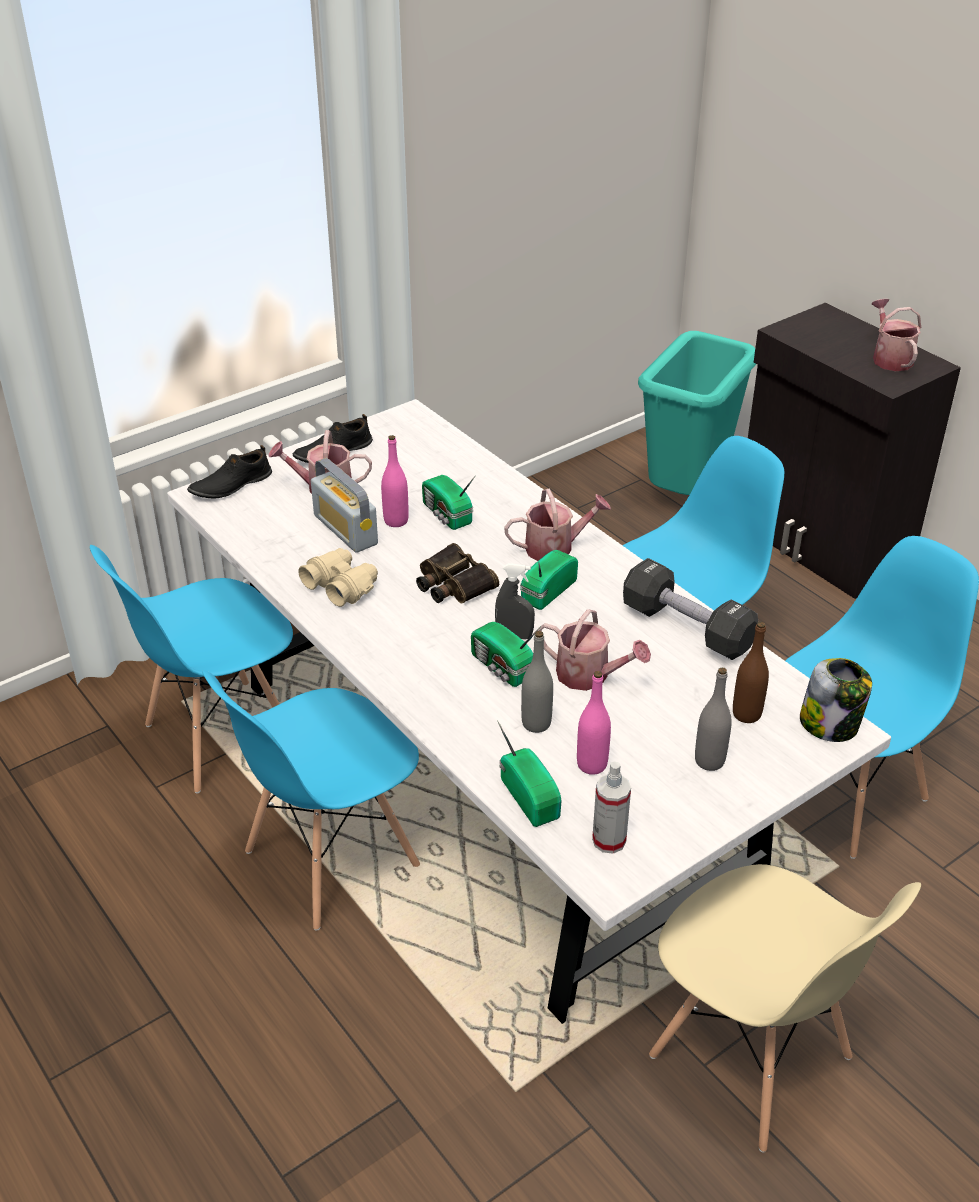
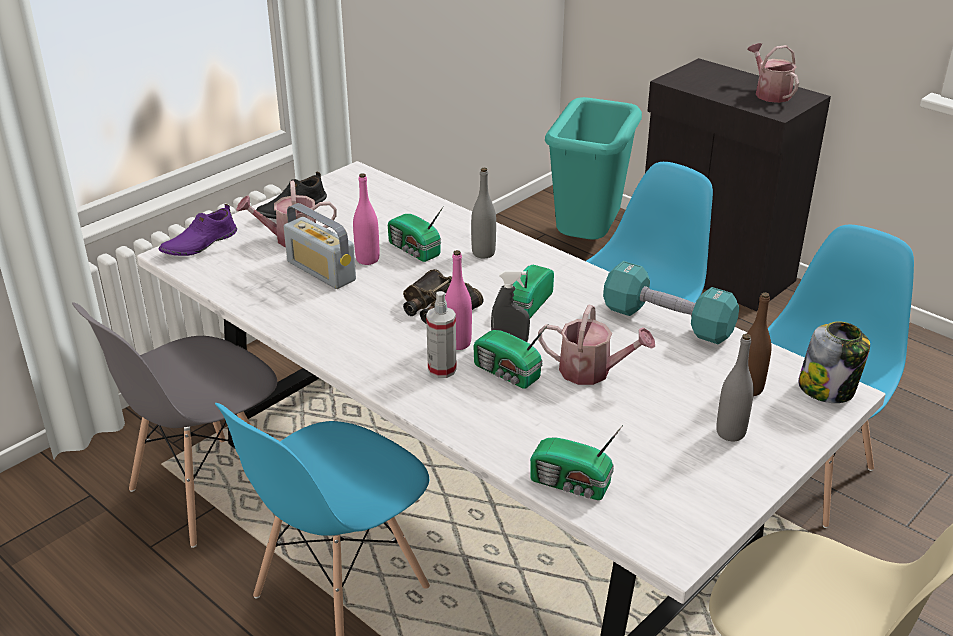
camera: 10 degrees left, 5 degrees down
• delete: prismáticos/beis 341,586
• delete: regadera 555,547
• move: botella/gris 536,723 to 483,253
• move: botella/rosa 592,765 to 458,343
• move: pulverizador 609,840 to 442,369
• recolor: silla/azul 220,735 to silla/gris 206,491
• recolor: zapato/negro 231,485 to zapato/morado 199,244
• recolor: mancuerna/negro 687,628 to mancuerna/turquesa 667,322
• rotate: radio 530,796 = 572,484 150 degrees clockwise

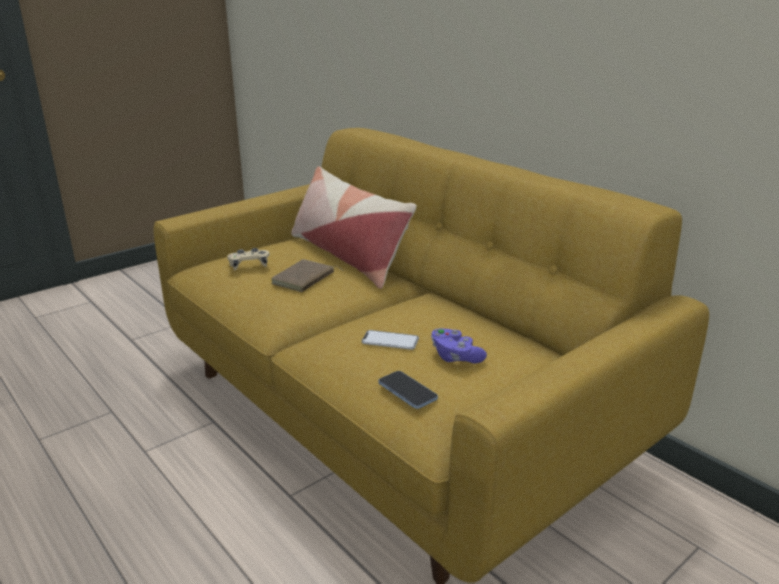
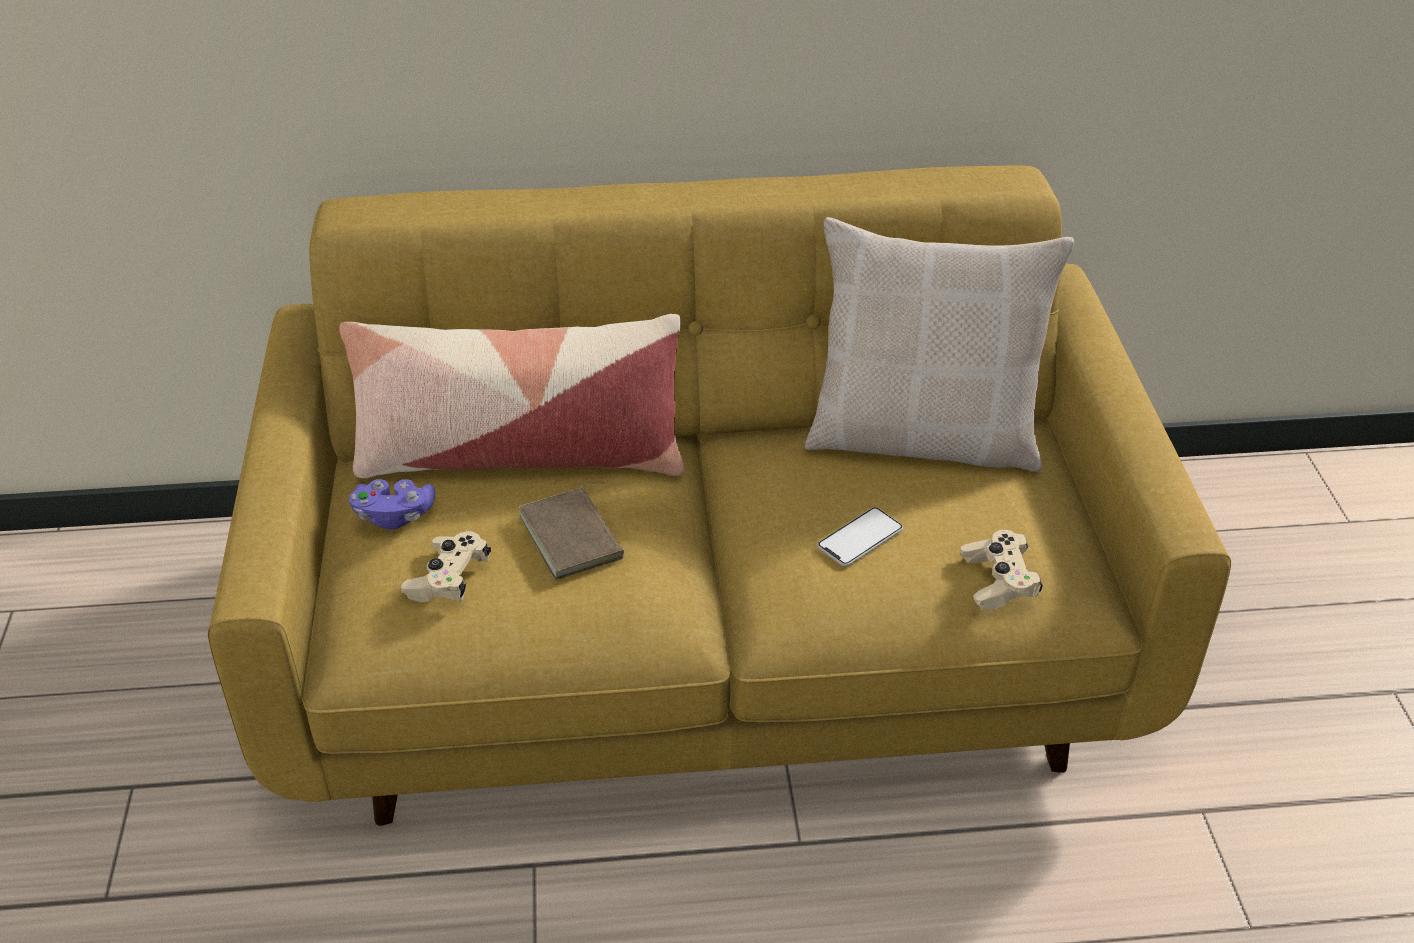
camera: 55 degrees left, 15 degrees up
• insert: cojín/beis 924,437
• move: mando de consola/morado 455,357 to 394,516
• replace: móvil 407,391 to mando de consola/beis 998,582

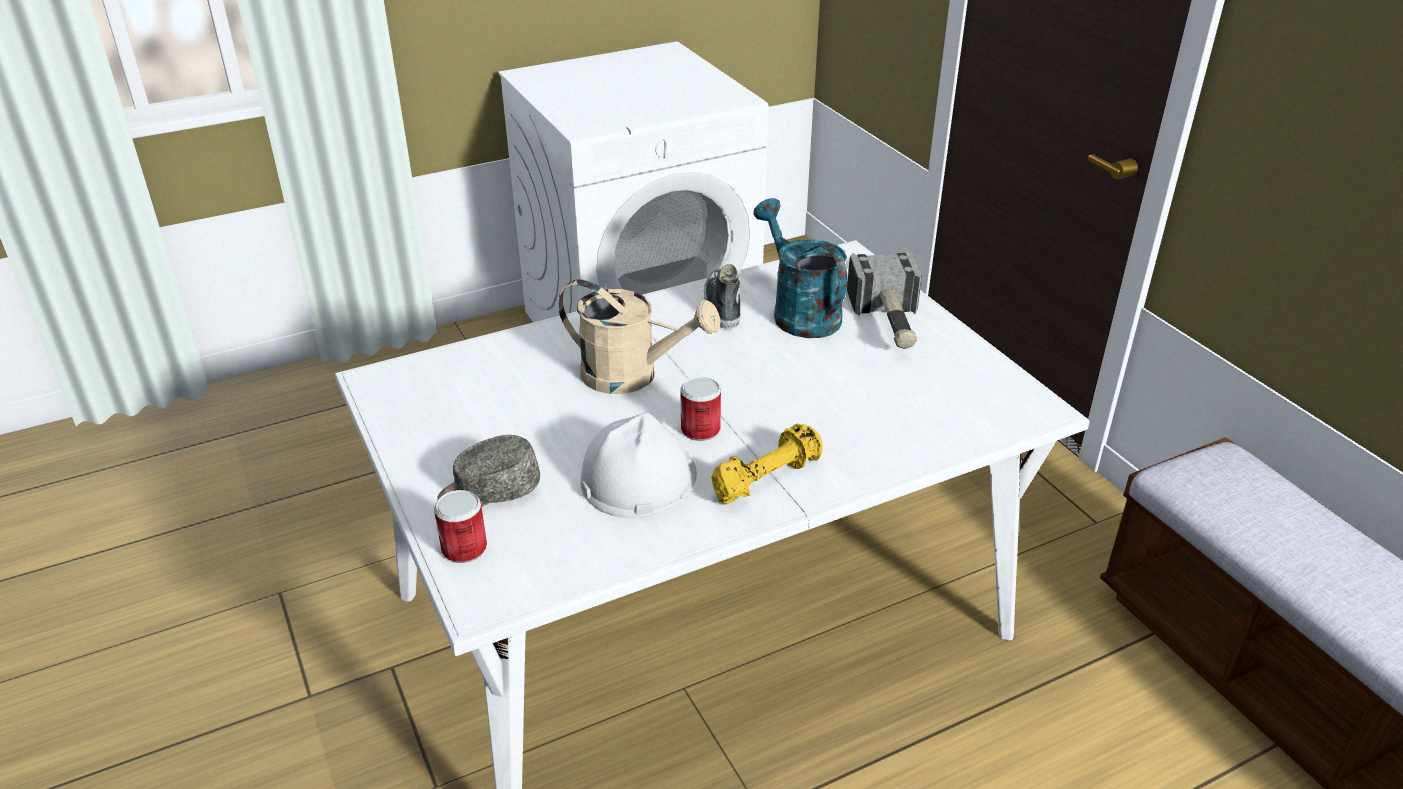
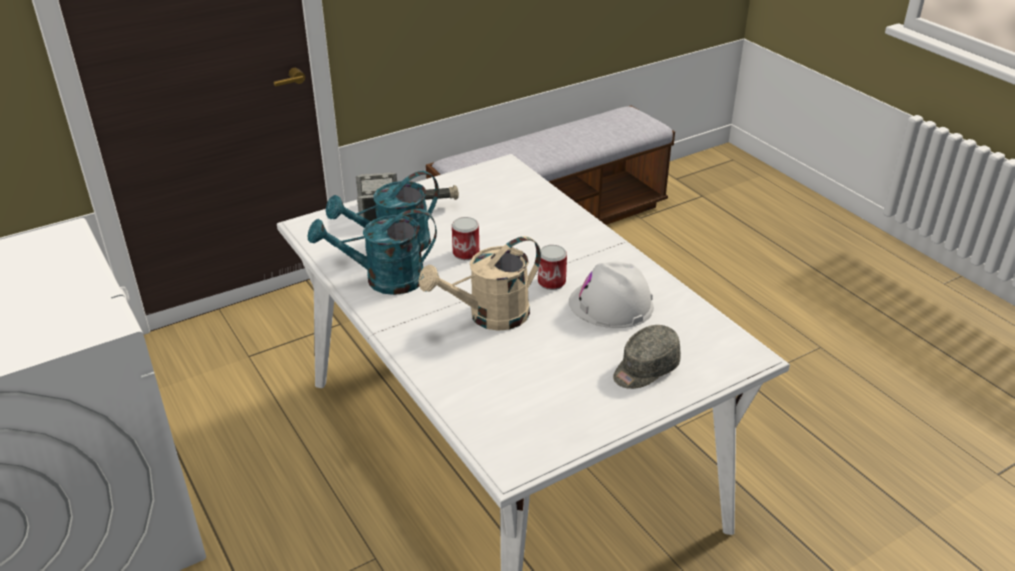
camera: 95 degrees left, 0 degrees up
• delete: mancuerna/amarillo 765,478
• move: lata 464,548 to 466,253
• replace: zapato 722,306 to regadera/turquesa 384,280
• rotate: gorra/gris 489,490 = 645,369 75 degrees clockwise
• rotate: regadera/beis 632,376 = 489,317 135 degrees counterclockwise

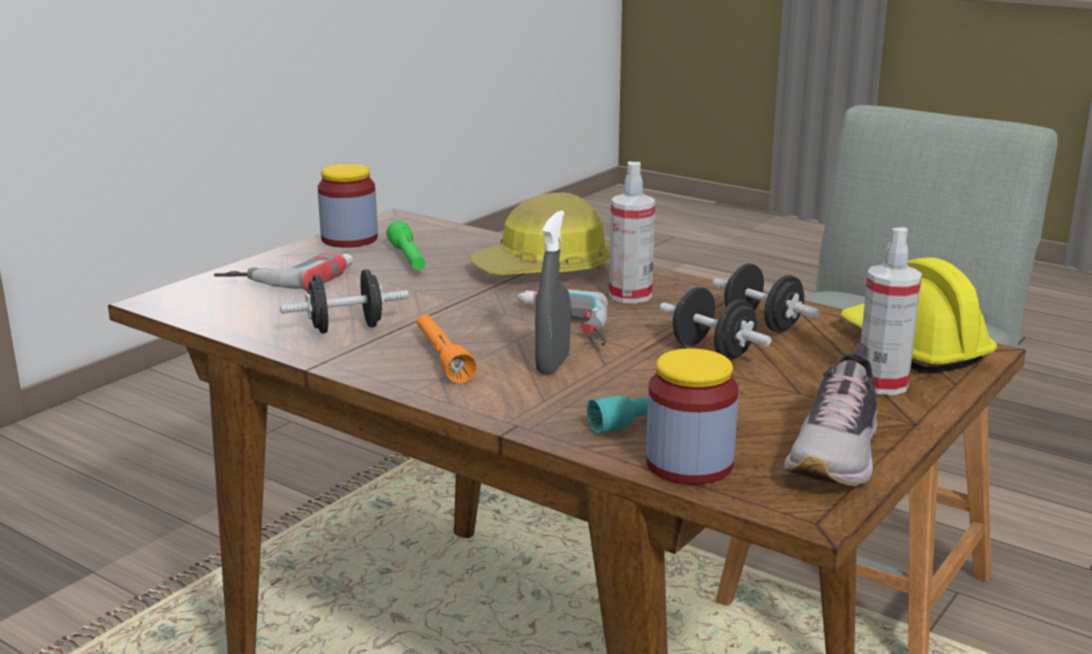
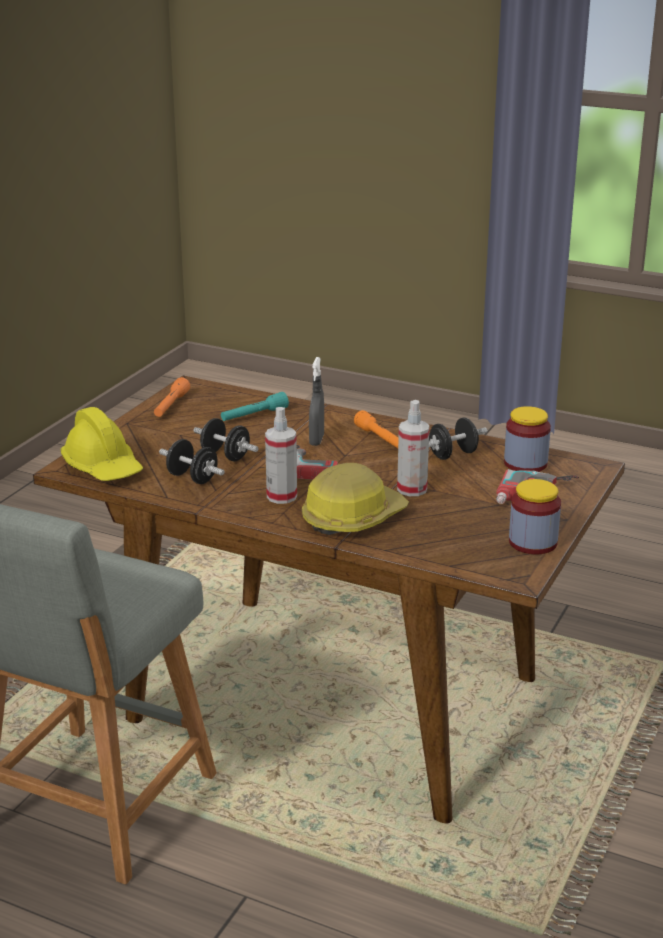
camera: 170 degrees right, 5 degrees up
• delete: linterna/verde 408,259
• move: tarro 689,464 to 525,463
• move: pulverizador 882,384 to 412,489
• replace: zapato 837,455 to linterna/naranja 171,406

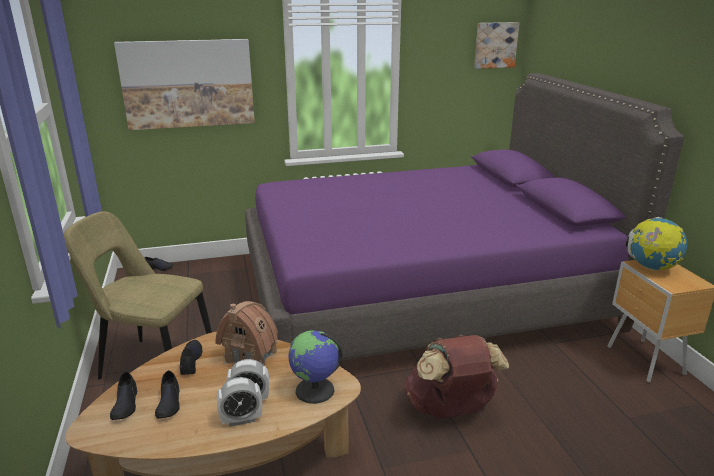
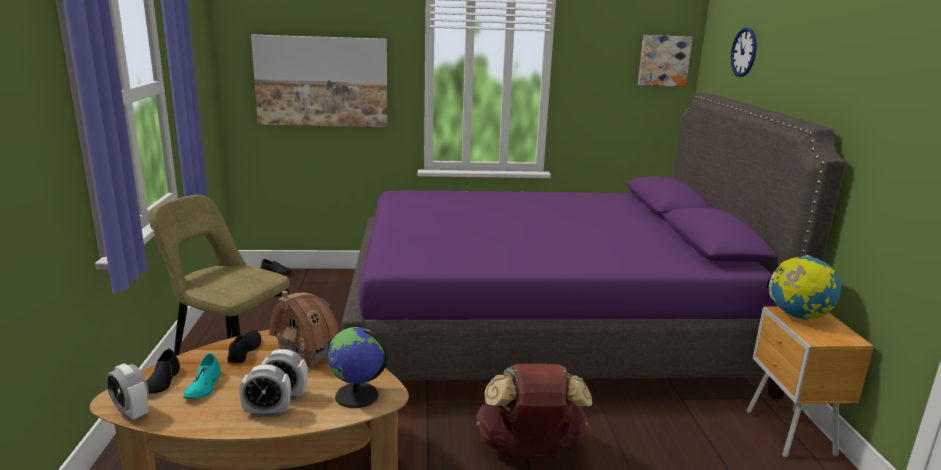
camera: 10 degrees right, 5 degrees down
• insert: despertador 131,412
• insert: reloj de pared 744,52
• recolor: zapato/negro 169,403 to zapato/turquesa 203,386

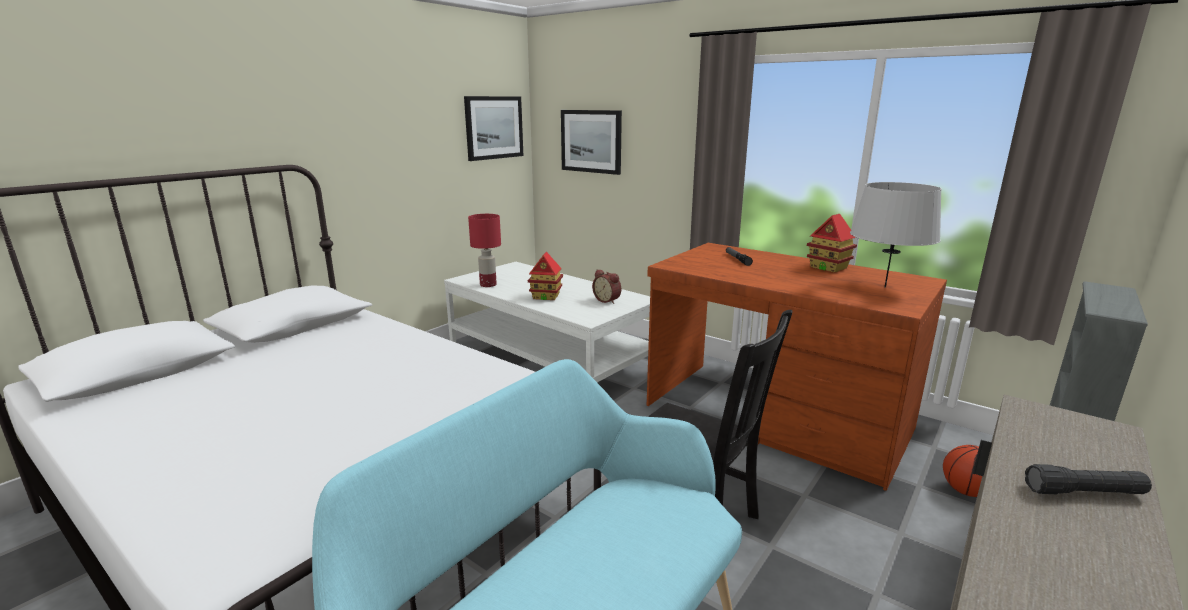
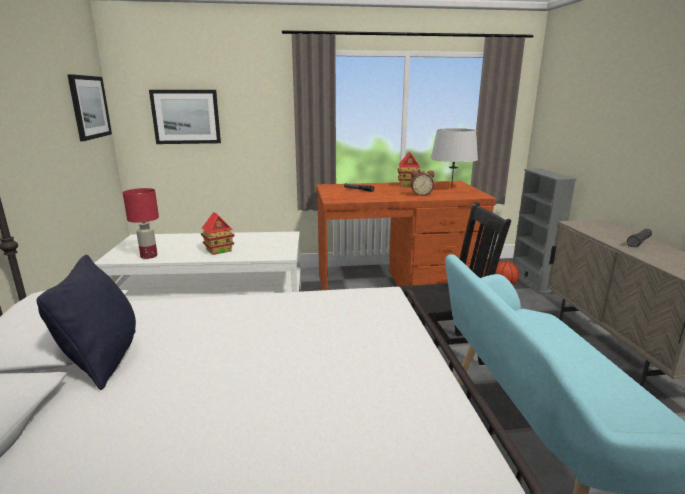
camera: 45 degrees left, 0 degrees up
• insert: cojín/negro 104,359
• move: despertador 607,300 to 421,194

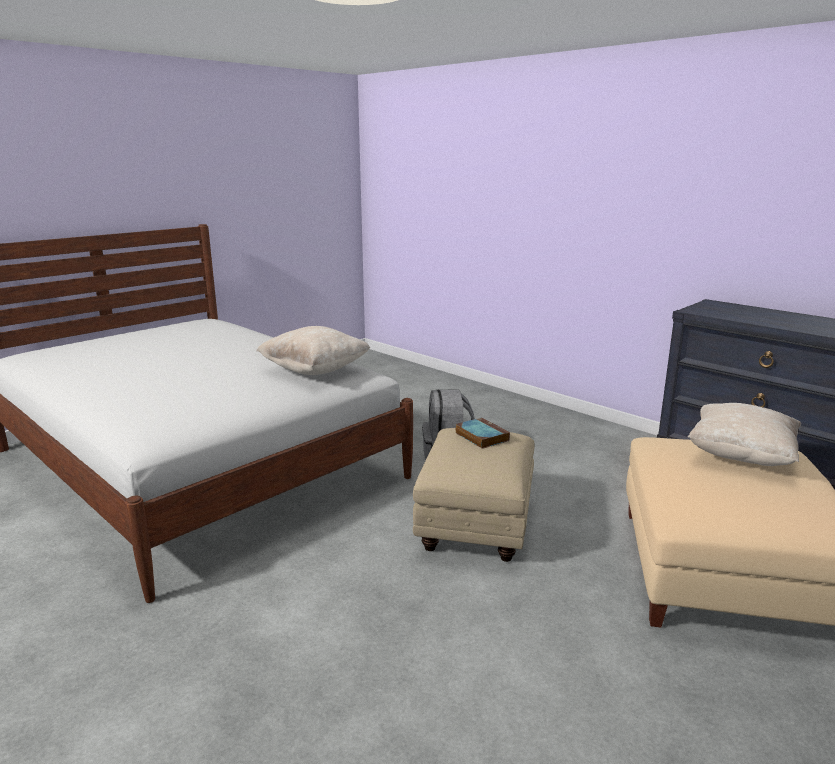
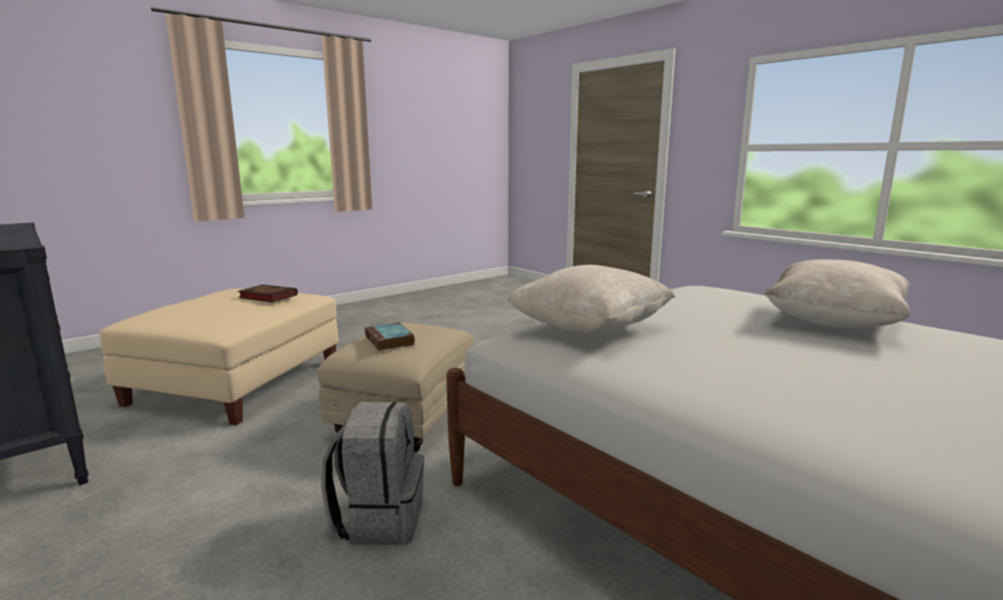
camera: 175 degrees left, 5 degrees down
• insert: libro 266,297
• move: cojín/beis 740,457 to 833,323

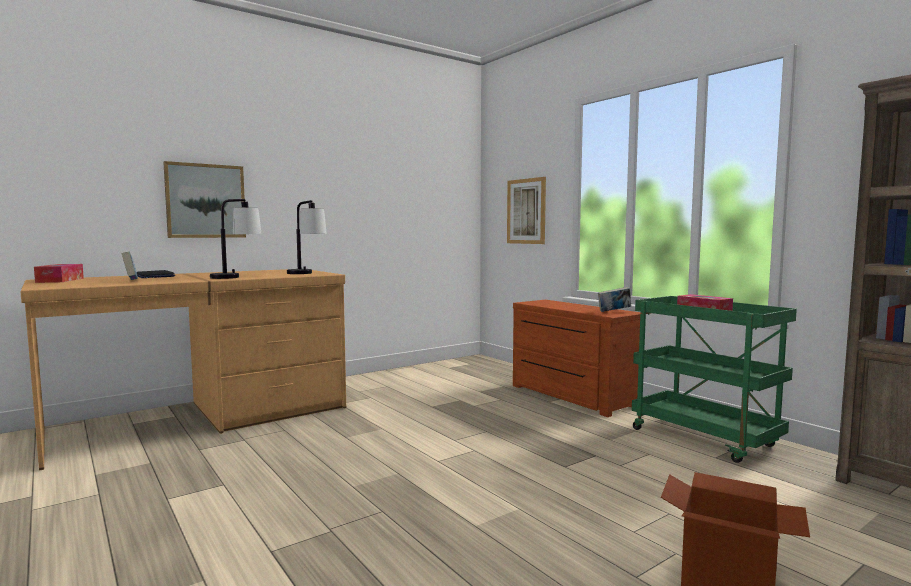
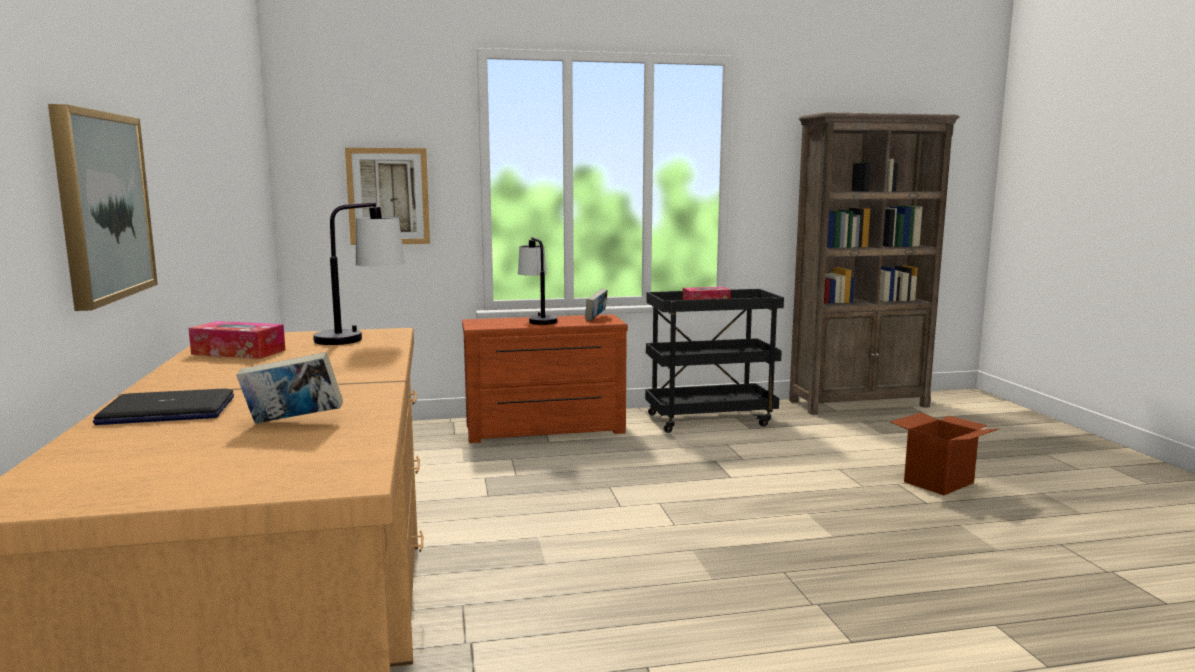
camera: 65 degrees left, 5 degrees up
• move: caja de pañuelos 60,280 to 238,352
• move: lámpara de mesa 236,277 to 537,320
• recolor: carrito/verde 706,438 to carrito/negro 710,419

